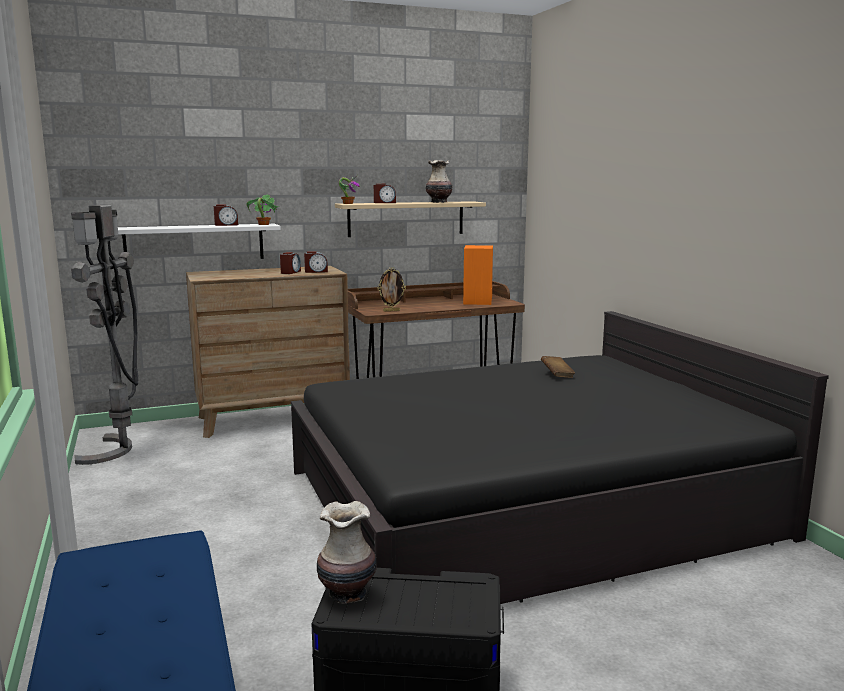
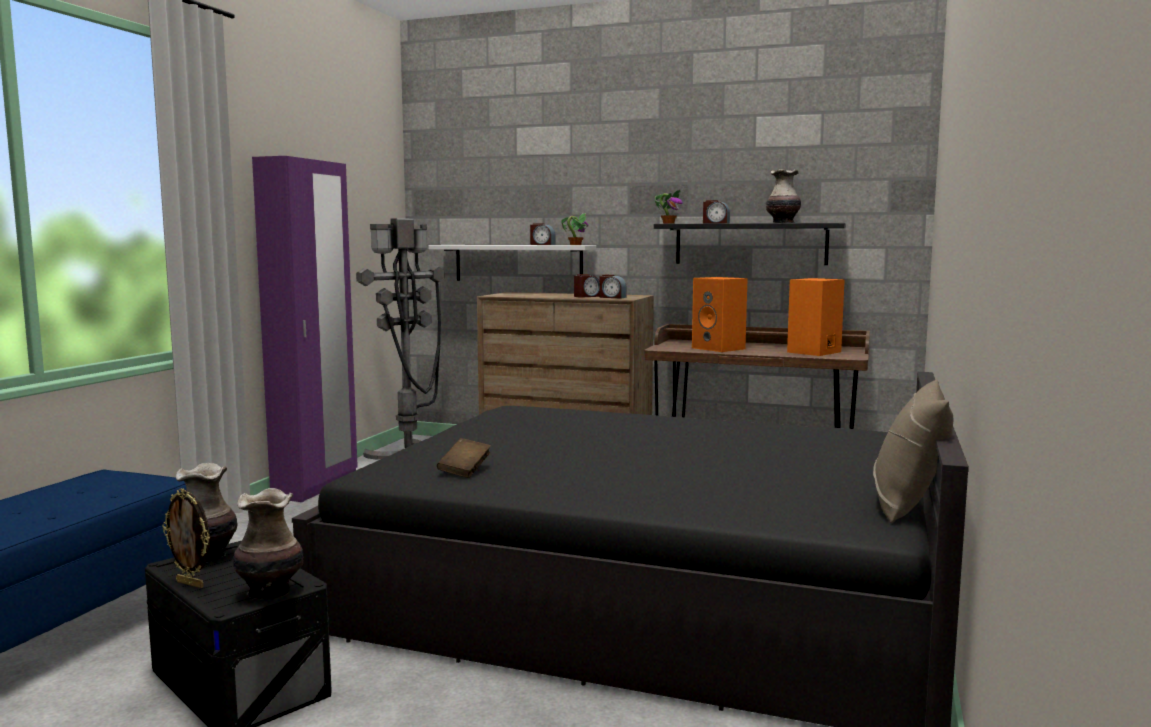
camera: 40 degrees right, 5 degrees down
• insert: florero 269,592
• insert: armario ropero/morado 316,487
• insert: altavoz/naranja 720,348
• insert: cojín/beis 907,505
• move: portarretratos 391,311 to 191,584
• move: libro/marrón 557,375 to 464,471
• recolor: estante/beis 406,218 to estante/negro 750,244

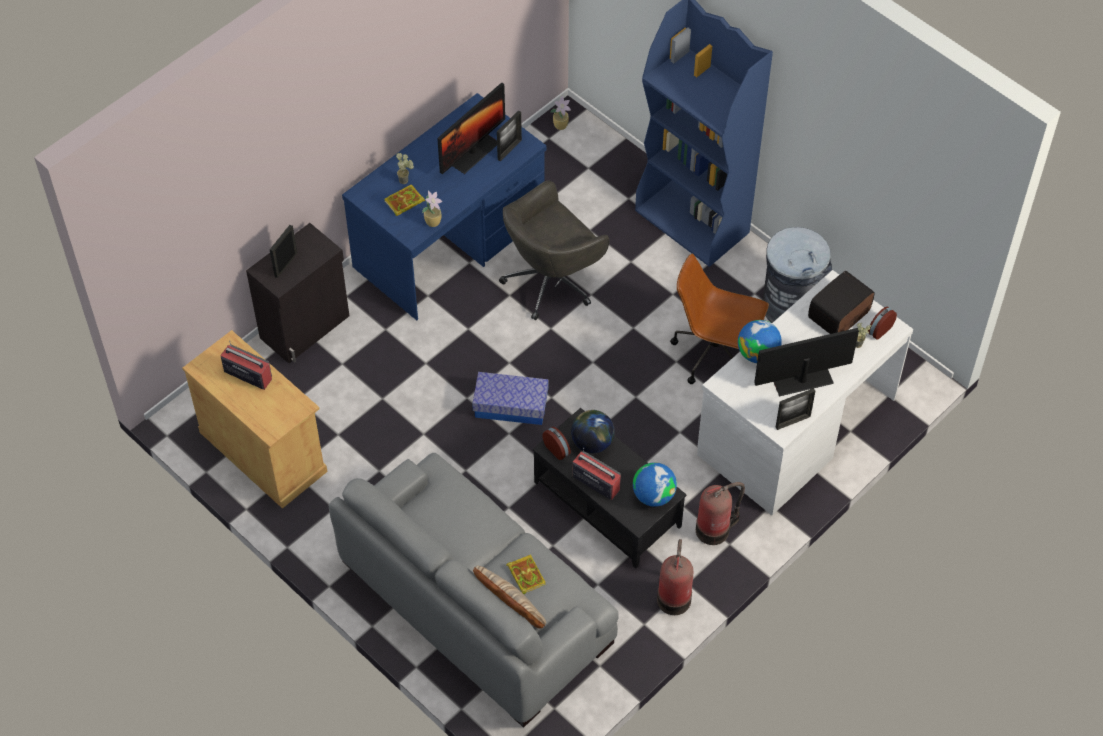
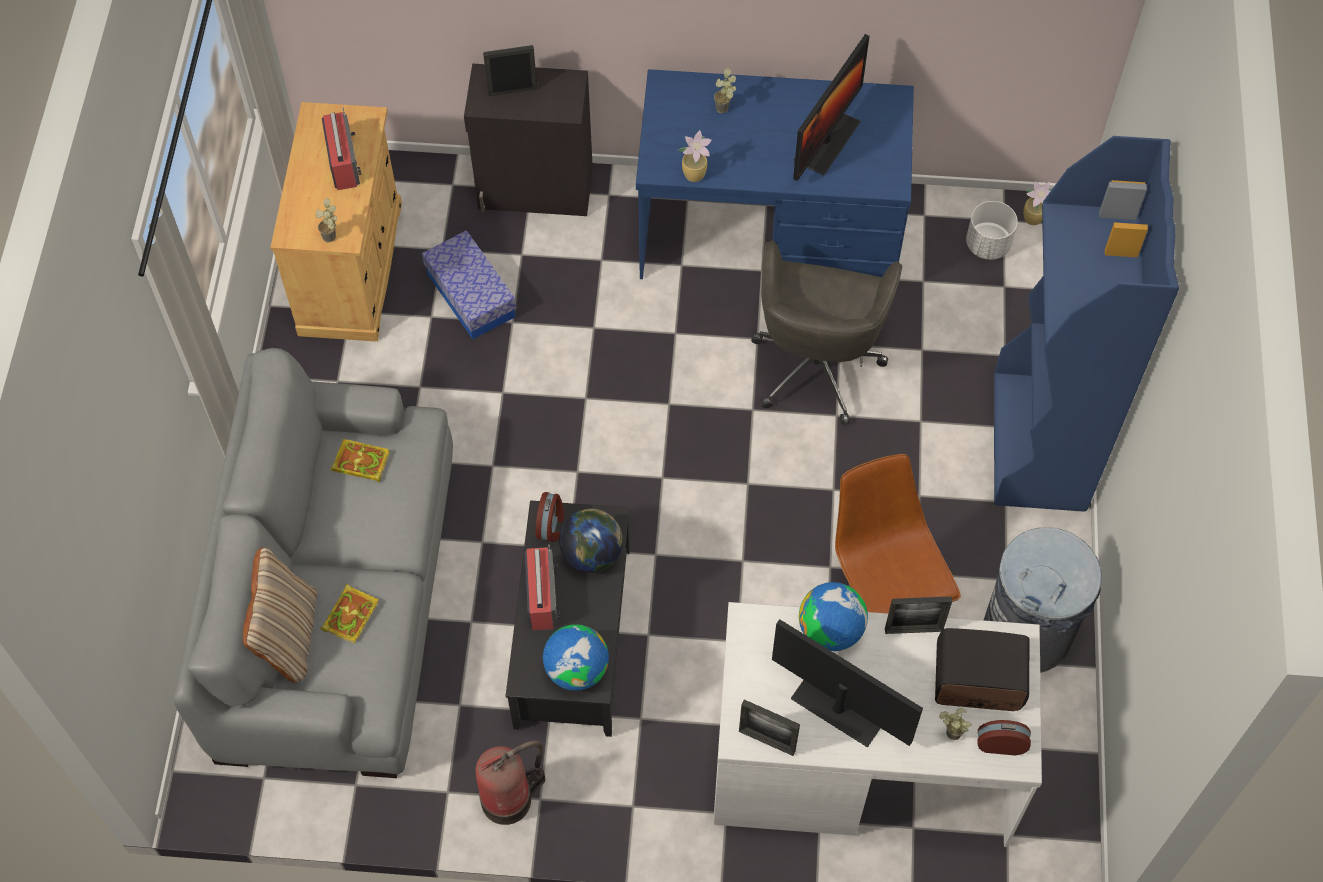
camera: 50 degrees right, 5 degrees up
• delete: extintor 715,529
• insert: planta en maceta 333,239
• insert: maceta/blanco 987,244
• move: libro 403,202 to 359,462
• move: caja de almacenaje 511,406 to 471,295
• move: portarretratos 509,150 to 913,630
• rotate: monitor 473,152 = 827,141 60 degrees counterclockwise
• rotate: silla de oficina/gris 552,280 = 817,364 90 degrees counterclockwise

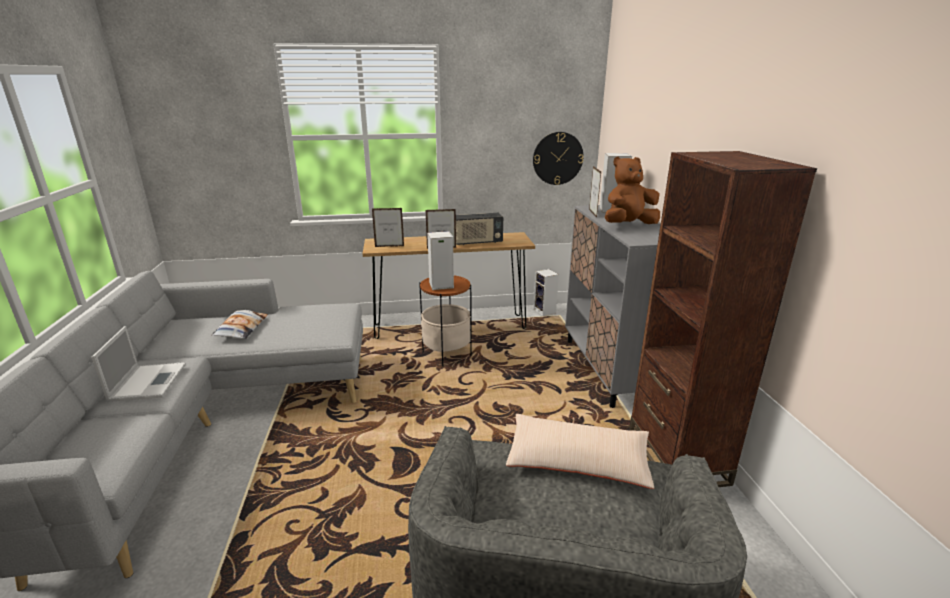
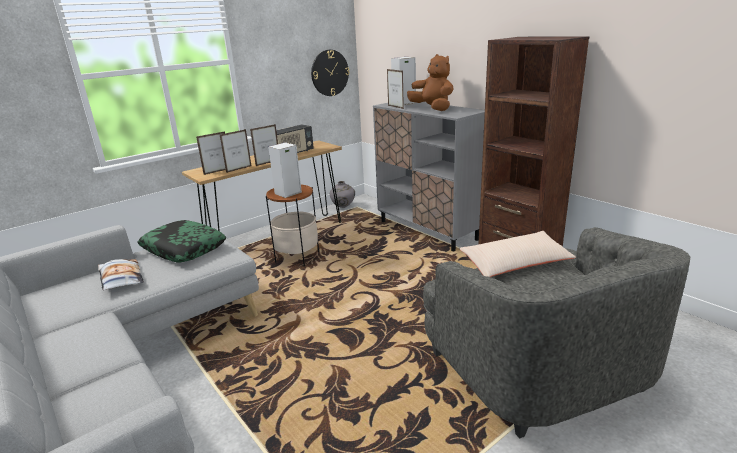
camera: 30 degrees left, 0 degrees up
• delete: portátil 149,381
• insert: cojín 183,249
• insert: portarretratos 239,169
• replace: altavoz 545,311 to florero/gris 343,207
• rotate: peluche/marrón 628,225 = 432,109 105 degrees clockwise

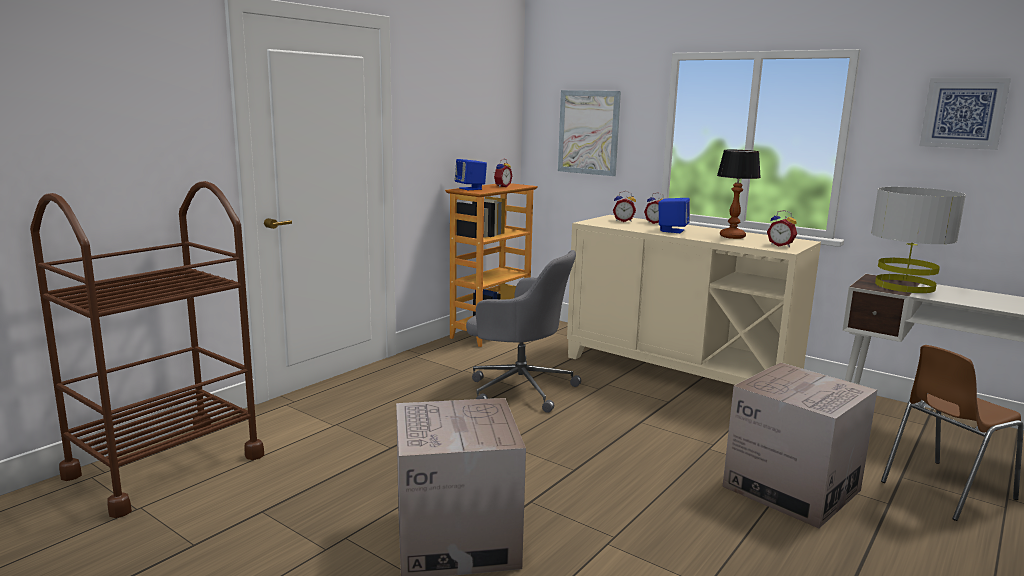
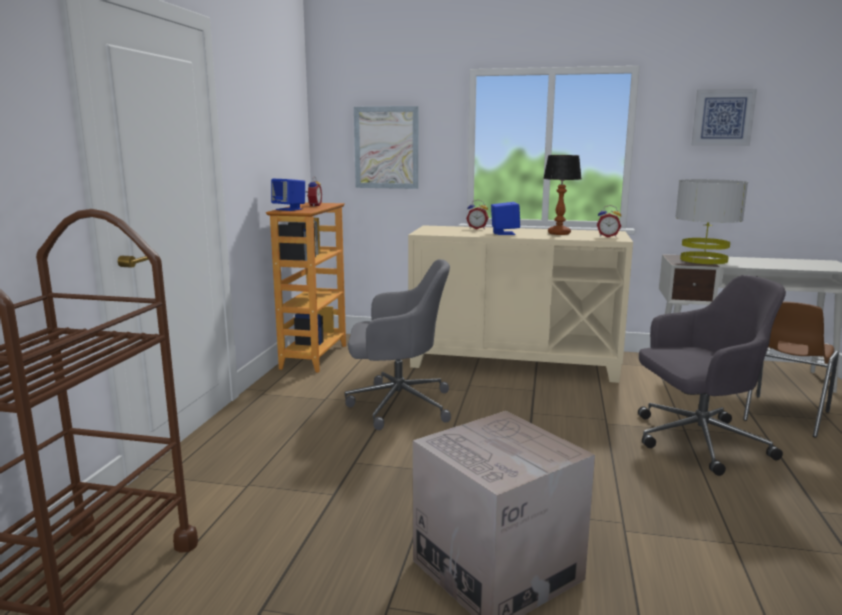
camera: 25 degrees left, 0 degrees up
• delete: despertador 623,221
• replace: caja de cartón 791,488 to silla de oficina/gris 696,441

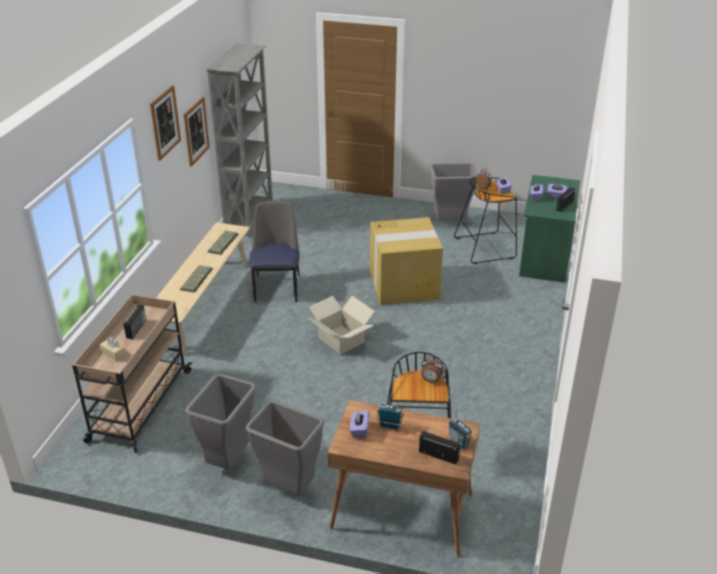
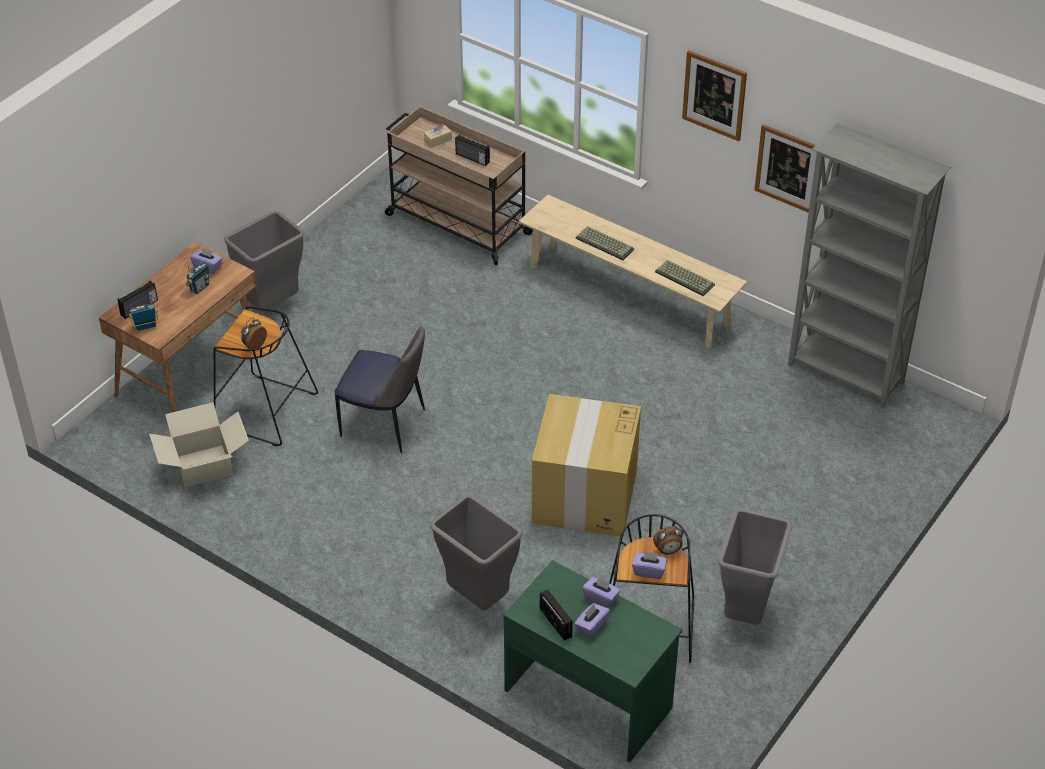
camera: 110 degrees right, 10 degrees up
• move: papelera/gris 229,462 to 476,599
• move: silla 277,288 to 385,424
• move: caja de cartón 341,339 to 204,466

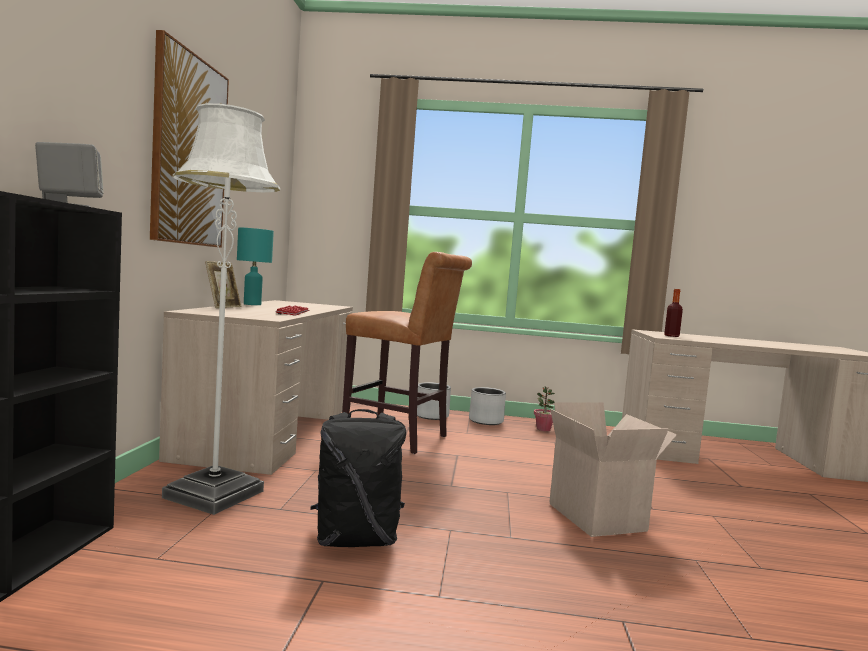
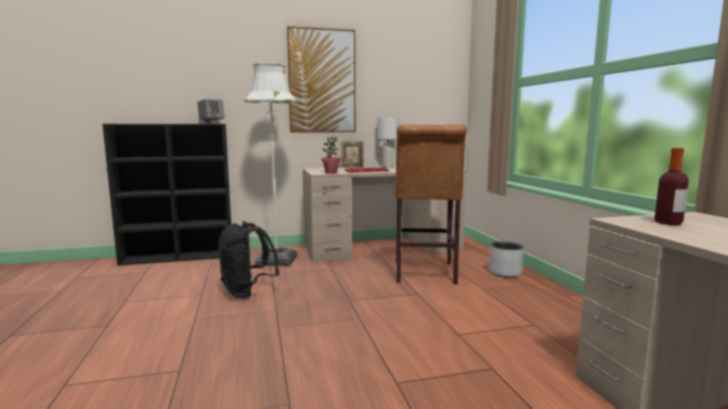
camera: 70 degrees right, 5 degrees up
• delete: maceta/gris 486,421
• delete: caja de cartón 600,517
• move: planta en maceta 543,429 to 331,173
• recolor: lámpara de mesa/turquesa 252,304 to lámpara de mesa/blanco 388,167

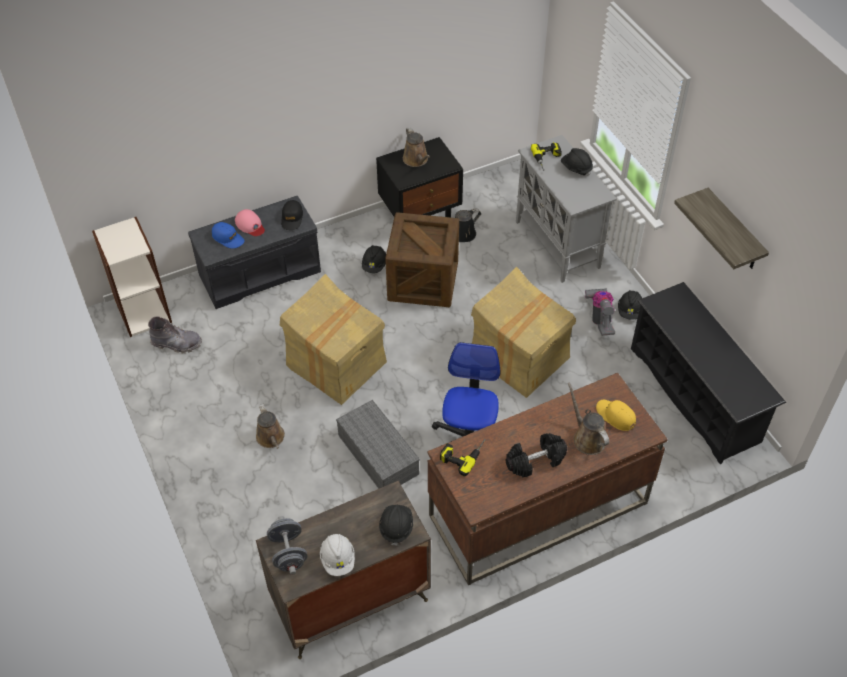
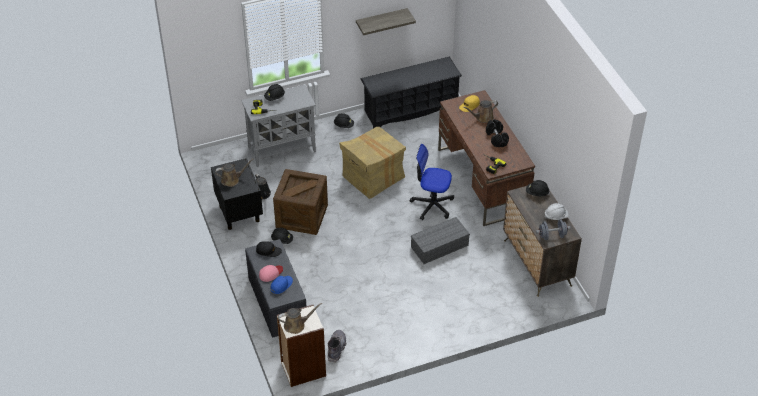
camera: 85 degrees left, 5 degrees down
• delete: caja de cartón 336,364
• delete: aspiradora 600,318
• move: regadera/marrón 271,438 to 296,325

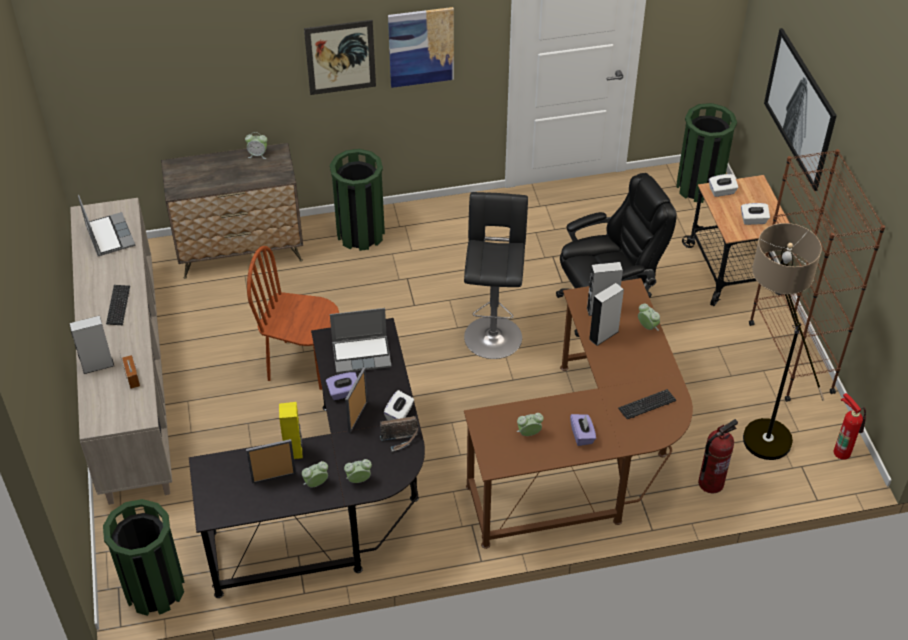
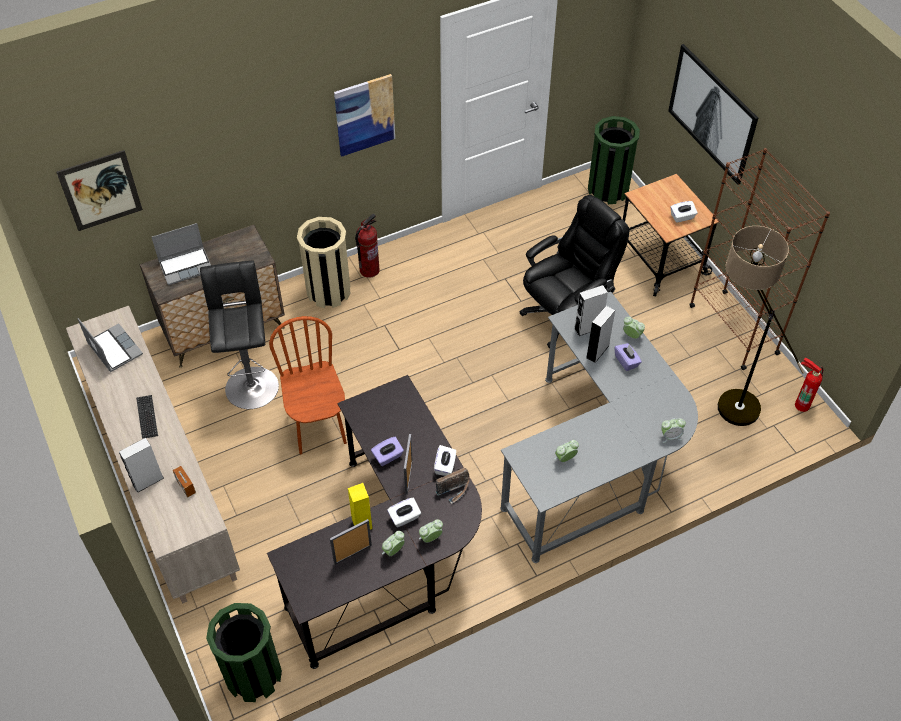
camera: 15 degrees left, 5 degrees up
• delete: teclado 647,405
• move: despertador 258,155 to 670,436
• move: cuadro 340,57 to 100,190
• move: portátil 362,354 to 186,266
• move: taburete/negro 493,333 to 251,384
• move: caja de pañuelos/morado 582,435 to 626,361
• move: extintor 711,483 to 369,270
• move: caja de pañuelos/blanco 722,191 to 404,518
• recolor: papelera/verde 360,233 to papelera/beis 328,291
• recolor: escritorio/marrón 587,460 to escritorio/gris 596,460
• rotate: silla/marrón 302,365 = 317,428 75 degrees clockwise

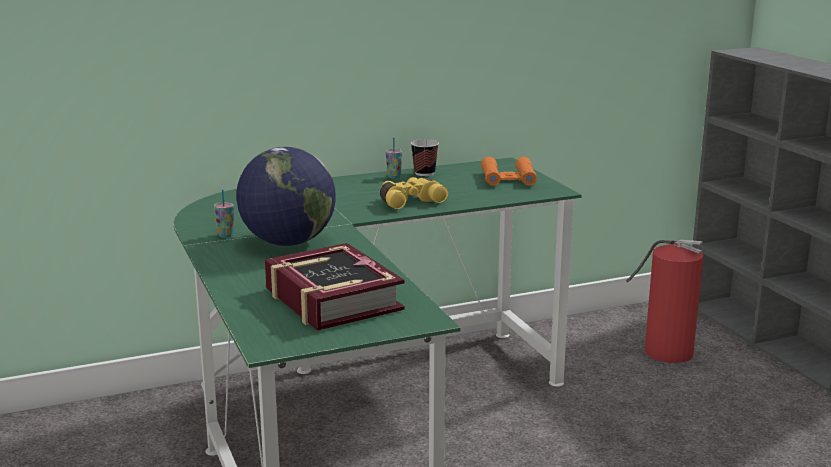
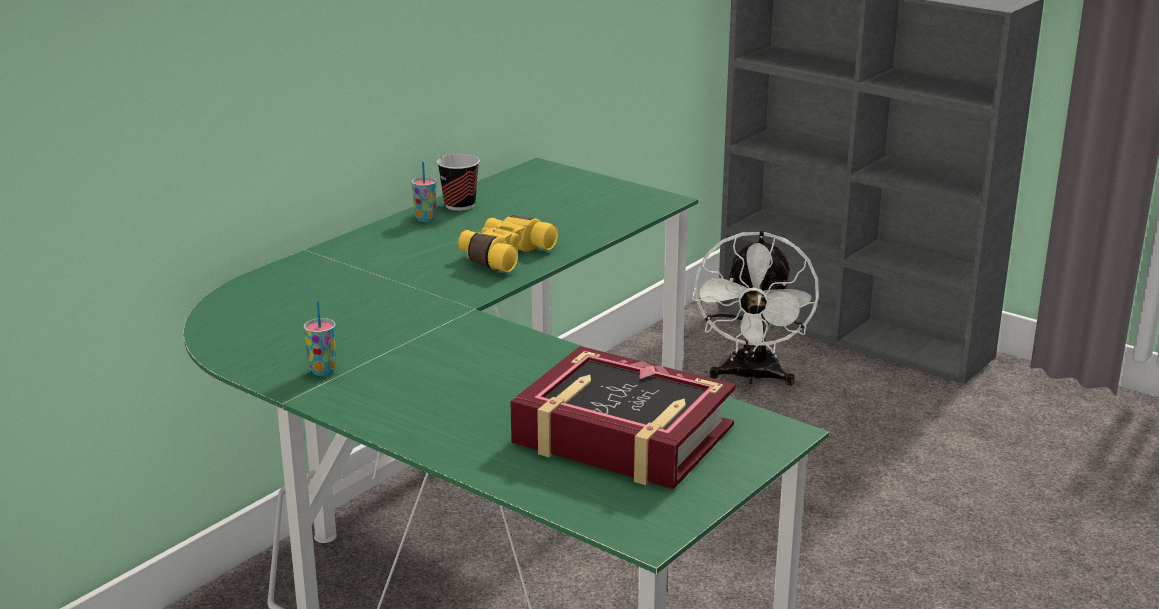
camera: 30 degrees left, 5 degrees up
• delete: globo terráqueo 288,242
• delete: prismáticos/naranja 508,179
• replace: extintor 666,351 to ventilador/blanco 752,377

